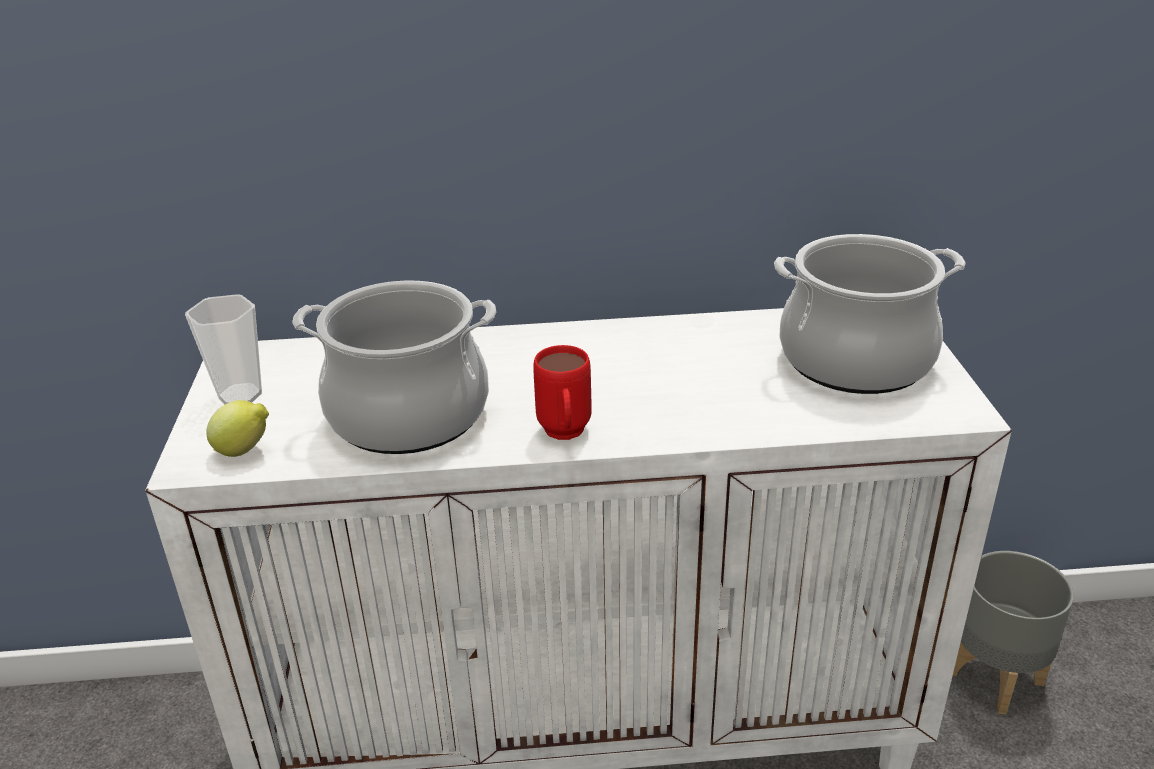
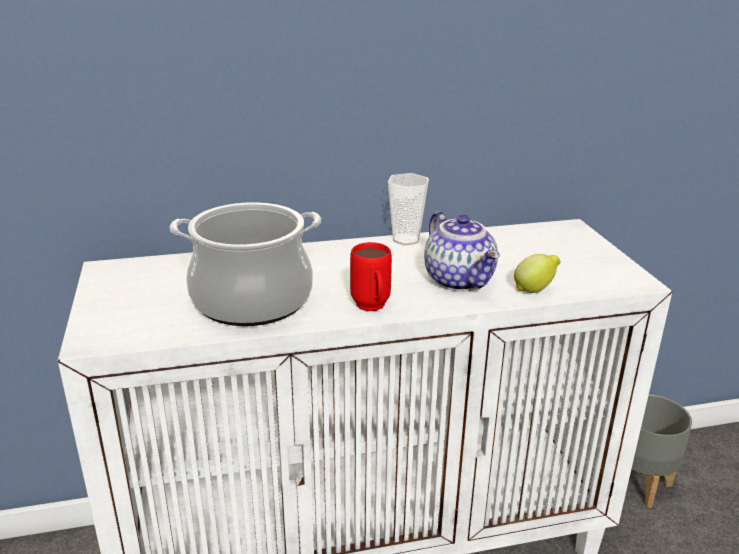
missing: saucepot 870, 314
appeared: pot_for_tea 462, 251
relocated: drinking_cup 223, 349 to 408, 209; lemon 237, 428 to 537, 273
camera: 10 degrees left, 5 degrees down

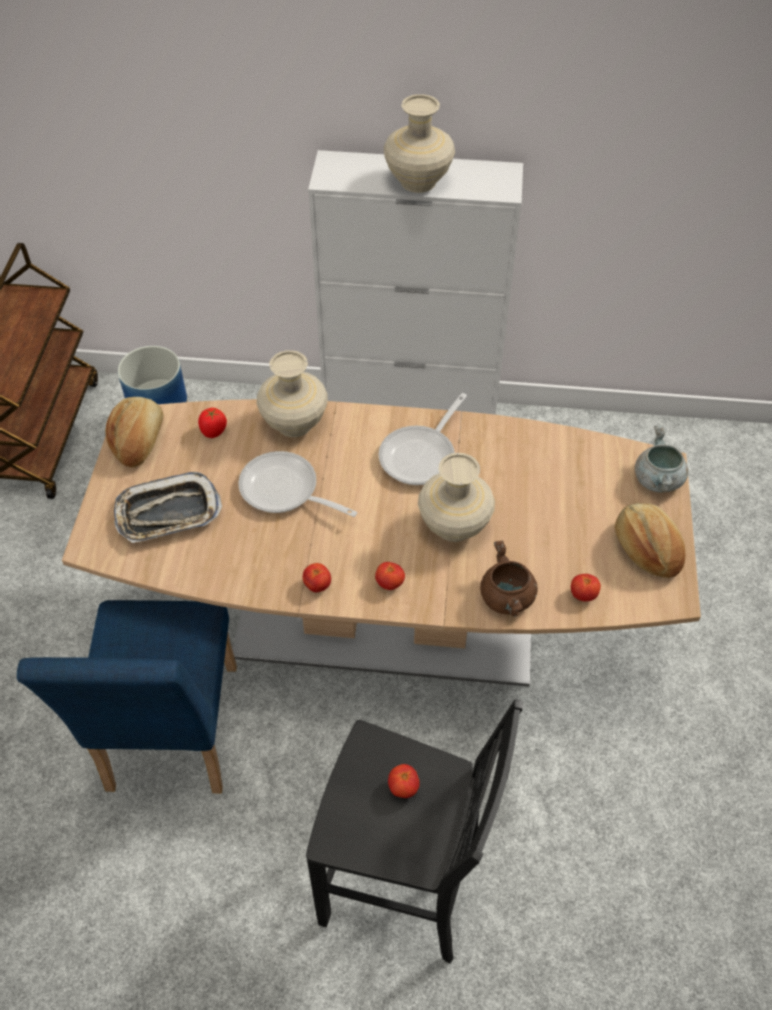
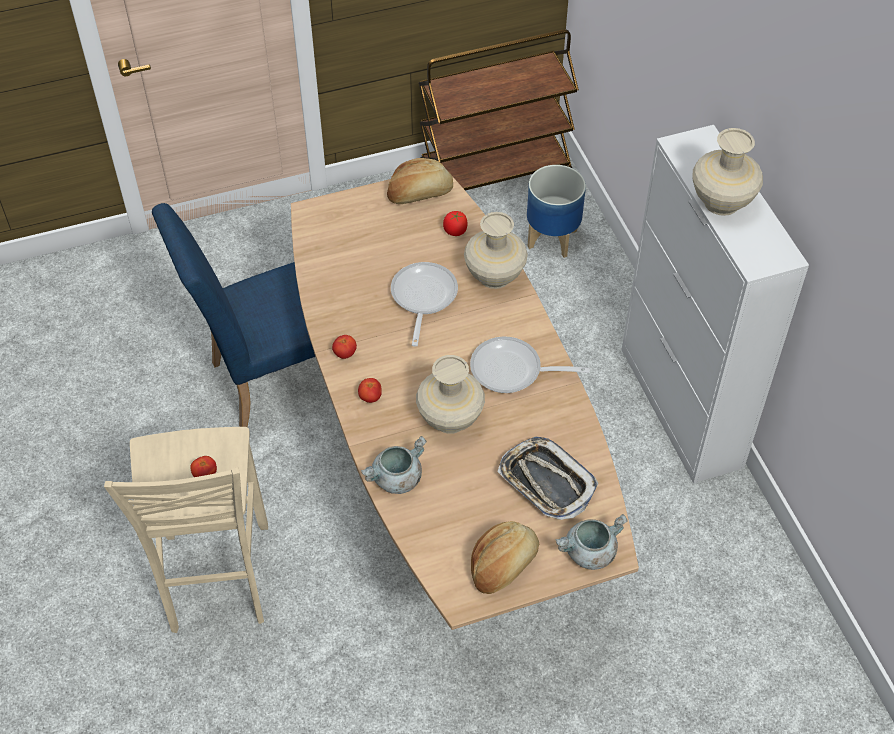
missing: tomato 586, 588
relocated: tray 168, 507 to 548, 478
colour: black-coloured_sitting_stool 414, 832 to beige-coloured_sitting_stool 186, 530; brownish_saucepot 509, 579 to grey_saucepot 394, 465
camera: 65 degrees right, 0 degrees up

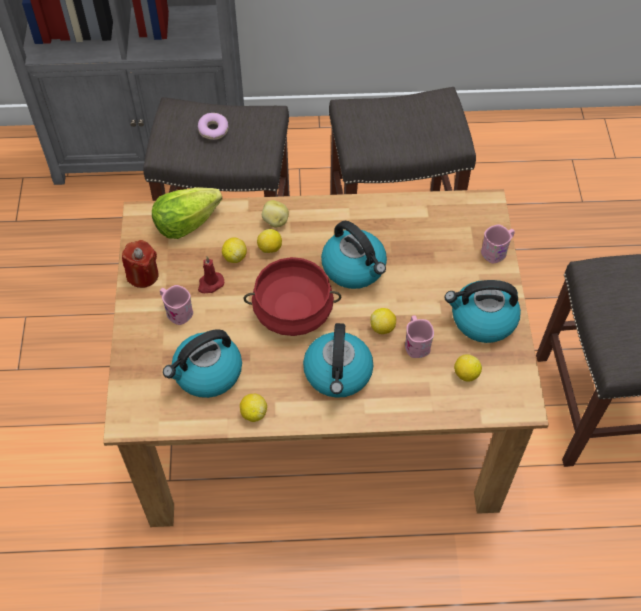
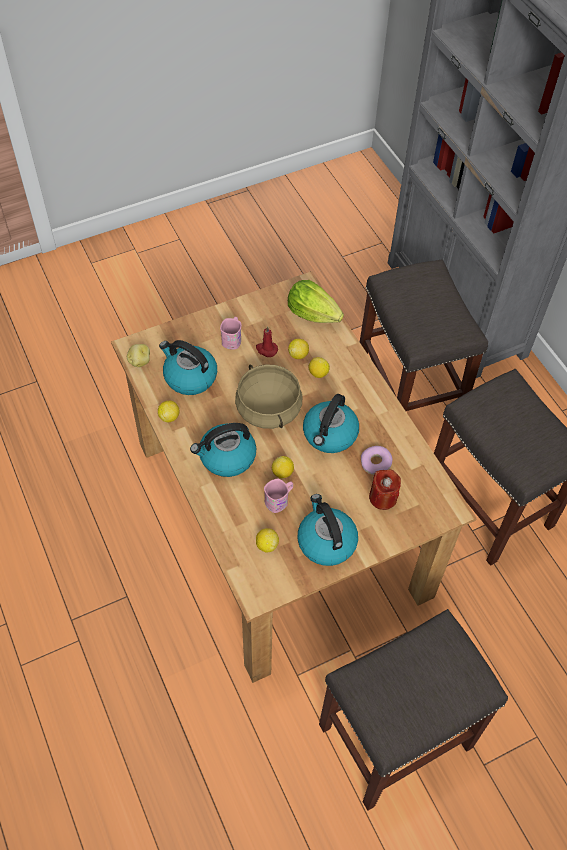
missing: pink-coloured_tea_mug 498, 243
relocated: spud 275, 214 to 138, 355; doughnut 213, 126 to 376, 460; reddish_wax_candle 140, 264 to 385, 489
colour: reddish_saucepot 292, 296 to beige-coloured_saucepot 268, 396
camera: 65 degrees right, 0 degrees up

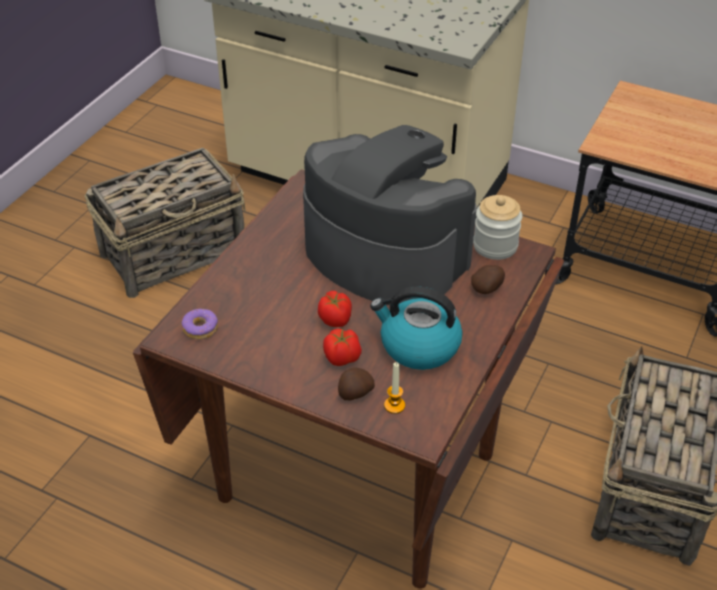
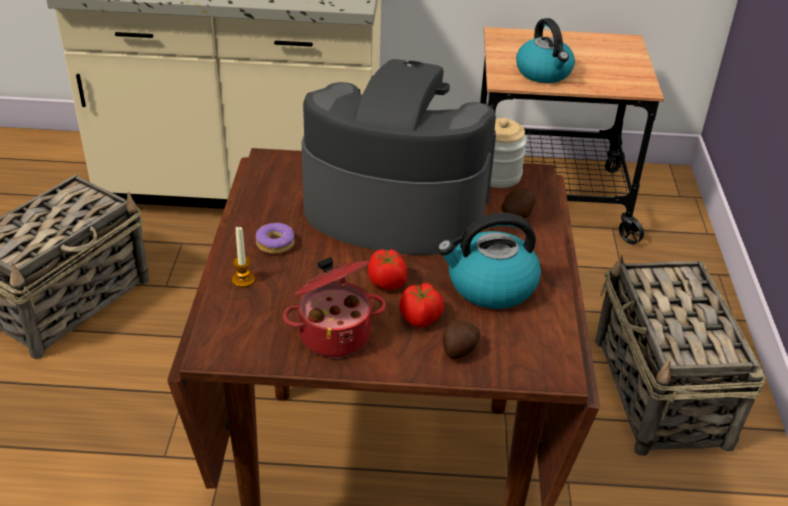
appeared: saucepot 334, 307; tea_kettle 545, 50
relocated: wax_candle 394, 388 to 243, 257; doughnut 200, 324 to 275, 238
camera: 25 degrees left, 5 degrees down

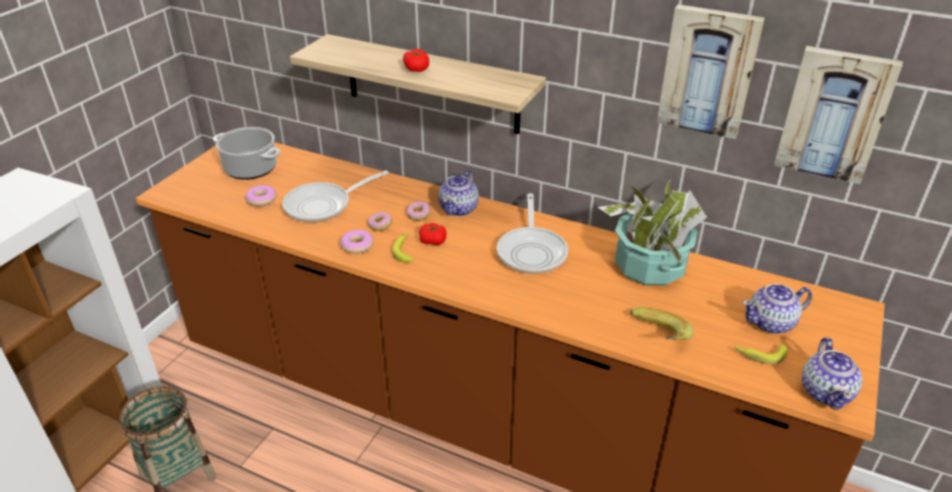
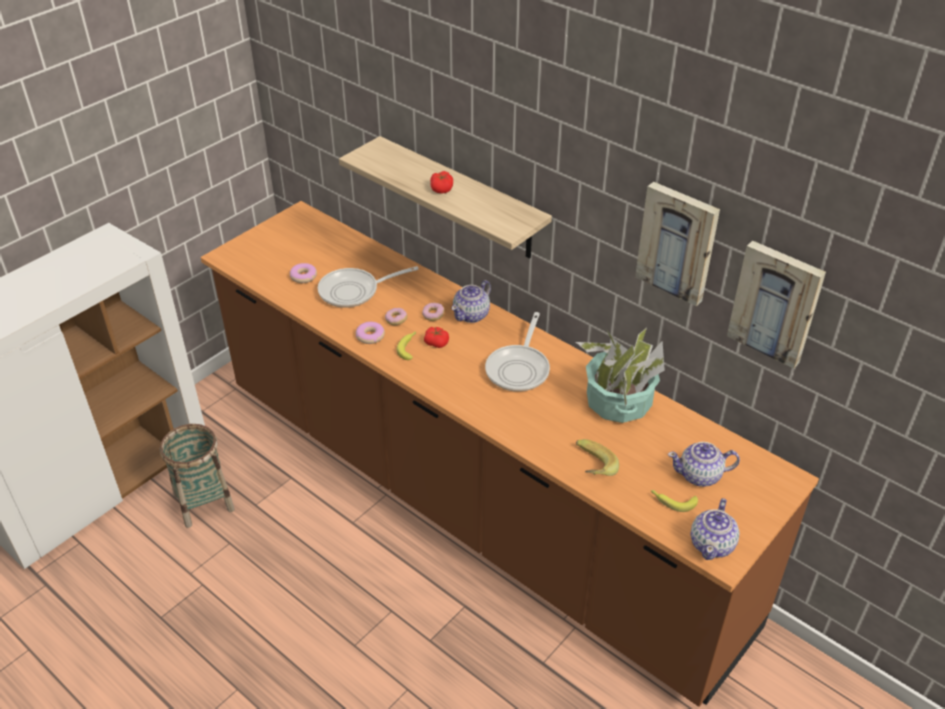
missing: saucepot 247, 153
camera: 15 degrees right, 5 degrees up

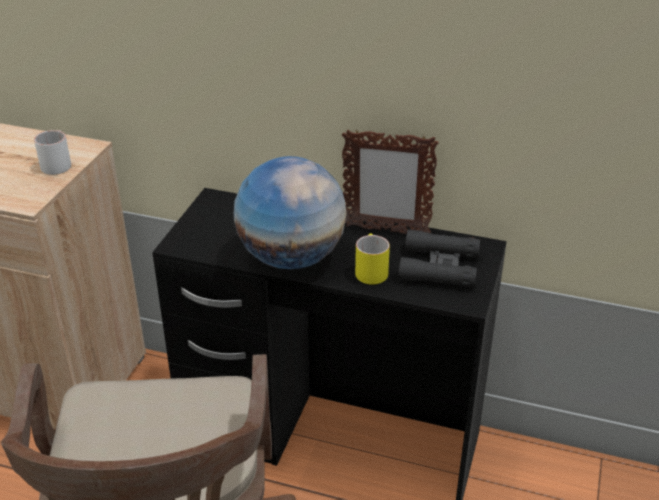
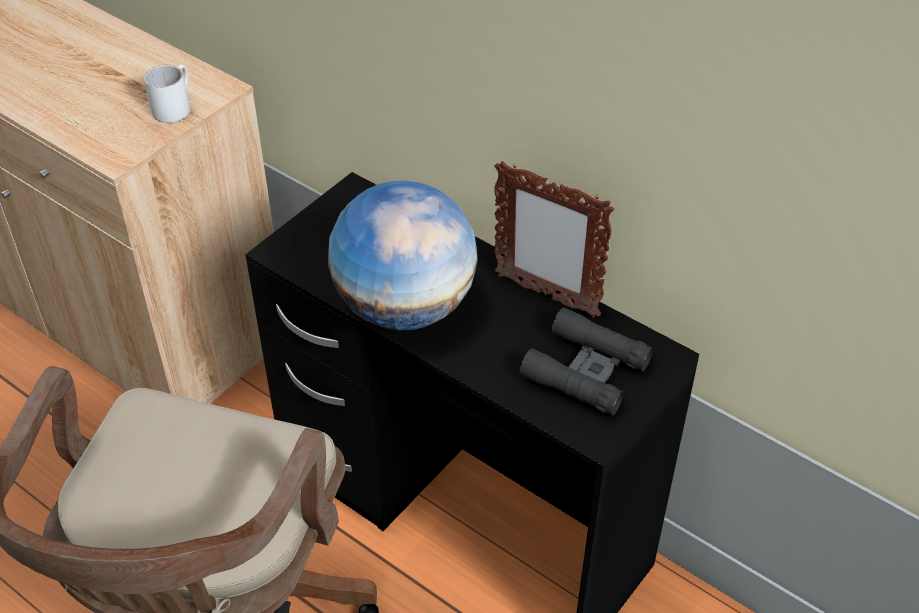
missing: yellowish_tea_mug 372, 259
camera: 20 degrees right, 10 degrees up

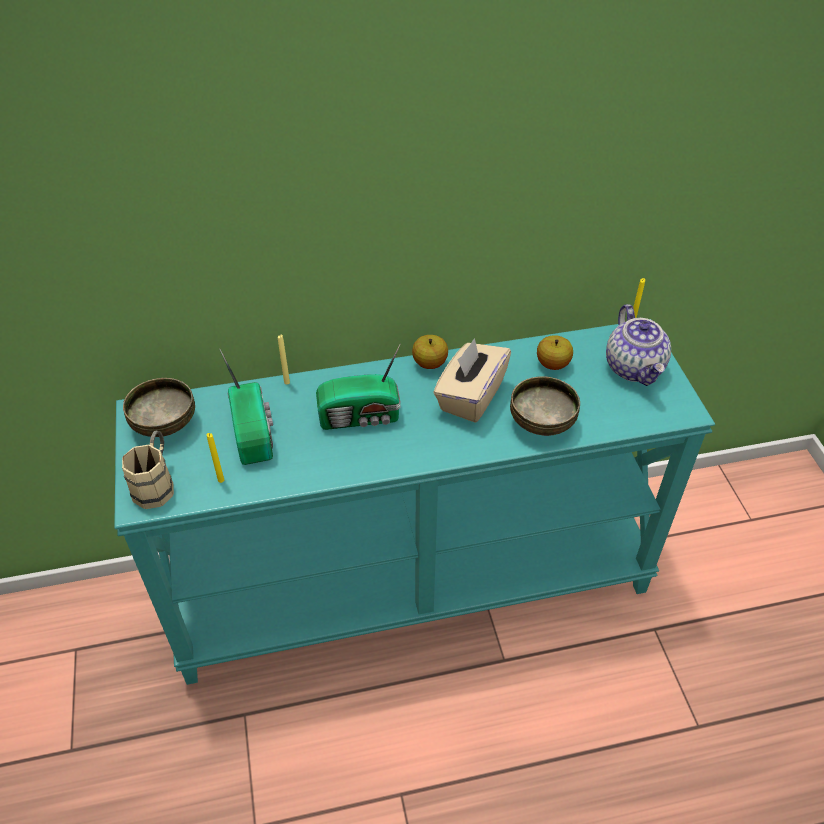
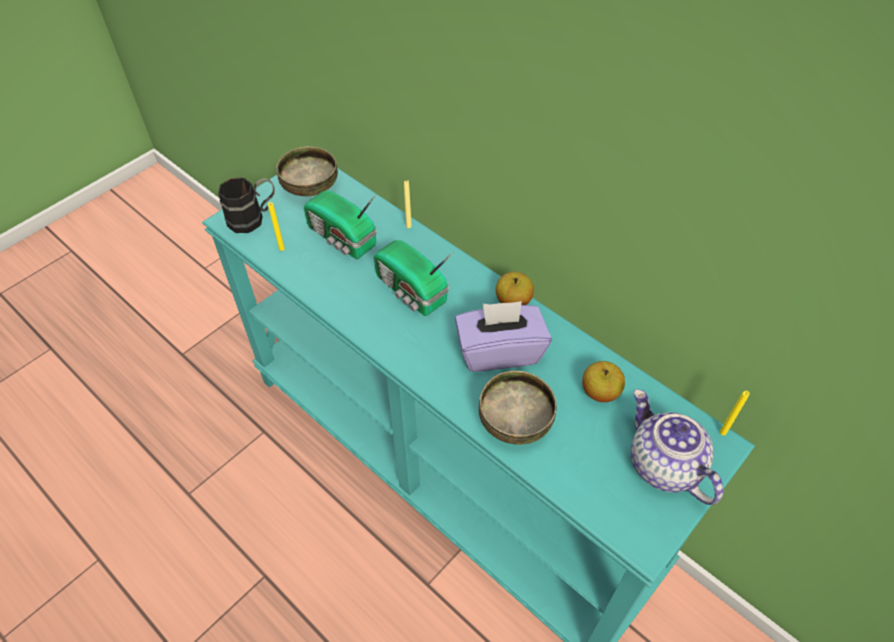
colour: beige-coloured_tea_mug 148, 470 to black-coloured_tea_mug 246, 205; beige-coloured_tissue_box 472, 380 to purple_tissue_box 503, 336
spun: radio_receiver 246, 406 = 340, 224 90 degrees clockwise; pot_for_tea 638, 345 = 677, 447 105 degrees clockwise
camera: 55 degrees right, 5 degrees up

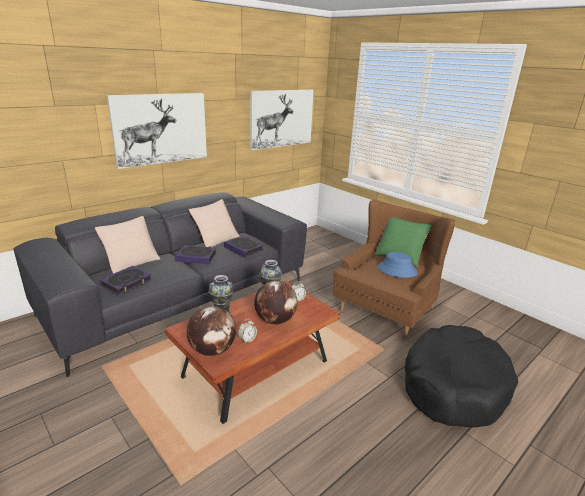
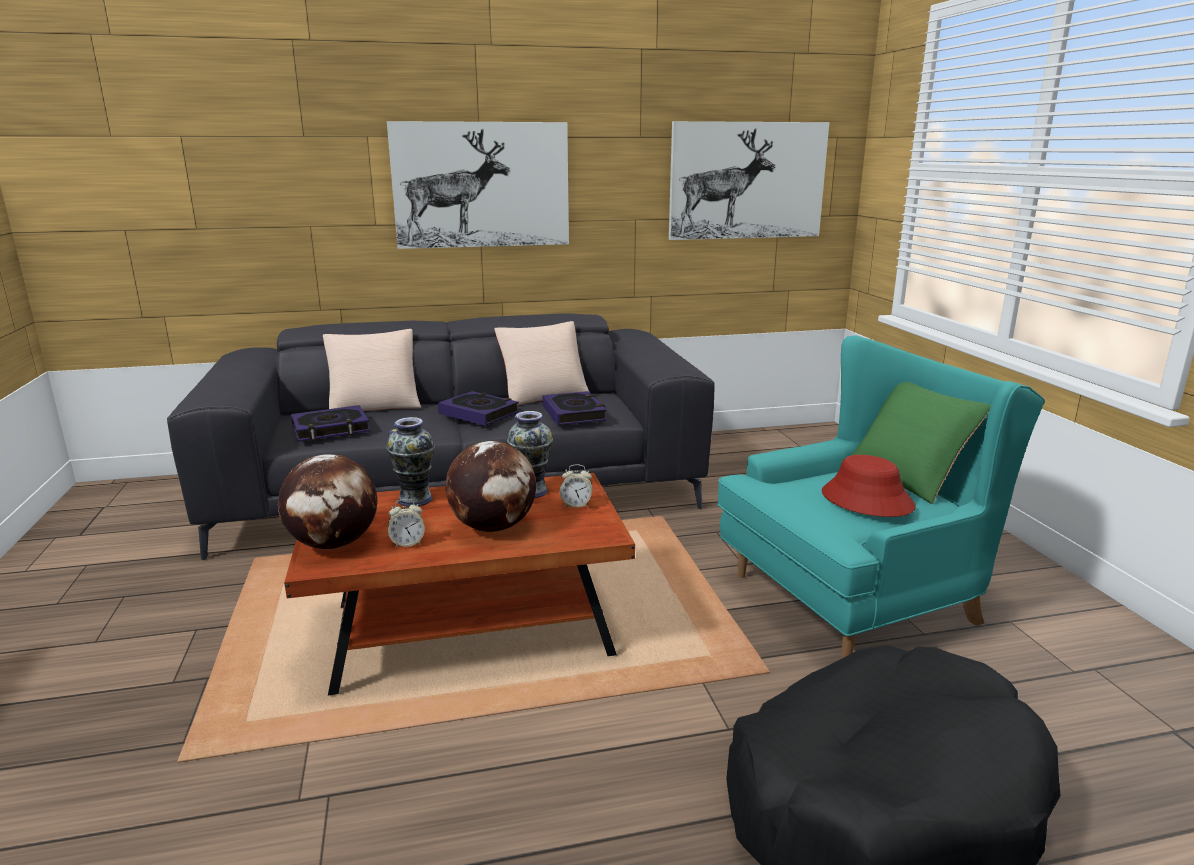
colour: brownish_easy_chair 394, 269 to turquoise-coloured_easy_chair 881, 497; blue_clothing_hat 398, 265 to reddish_clothing_hat 869, 486
camera: 30 degrees right, 5 degrees down

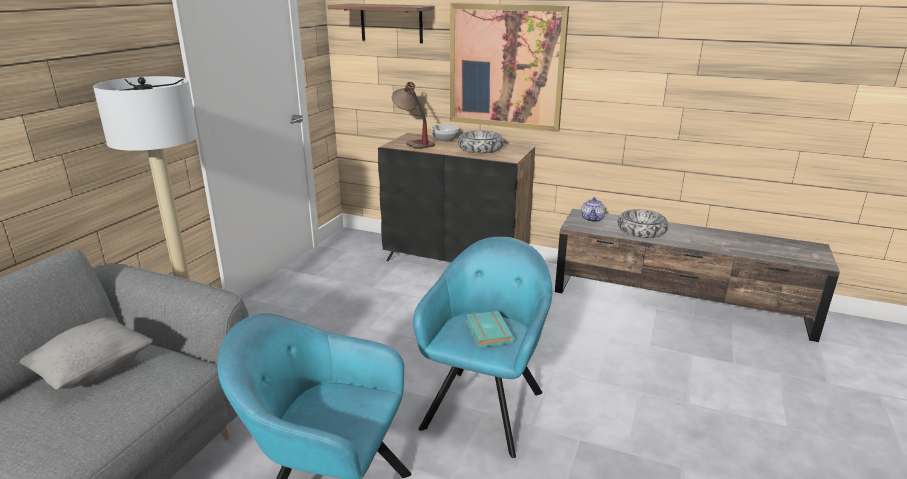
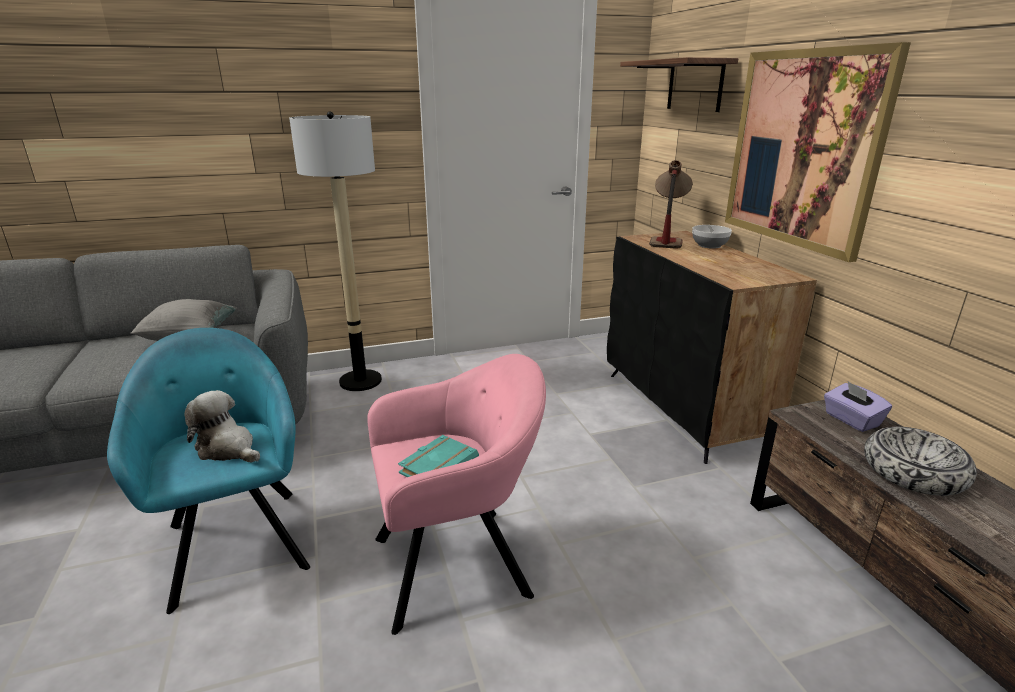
missing: deep_dish 481, 141
appeared: soft_toy 222, 426
exchanged: pot_for_tea 593, 209 to purple_tissue_box 858, 406
colour: turquoise-coloured_easy_chair 482, 347 to pink-coloured_easy_chair 456, 494
camera: 50 degrees right, 0 degrees up

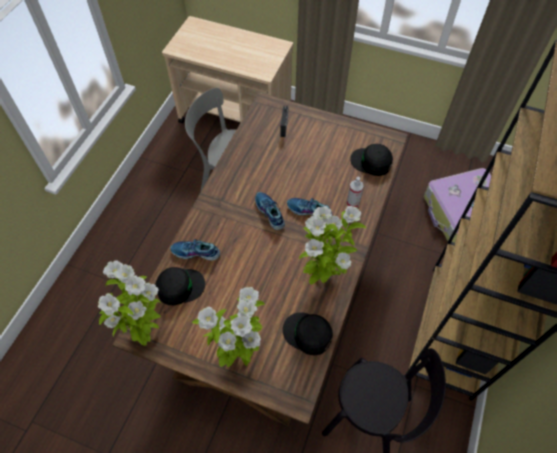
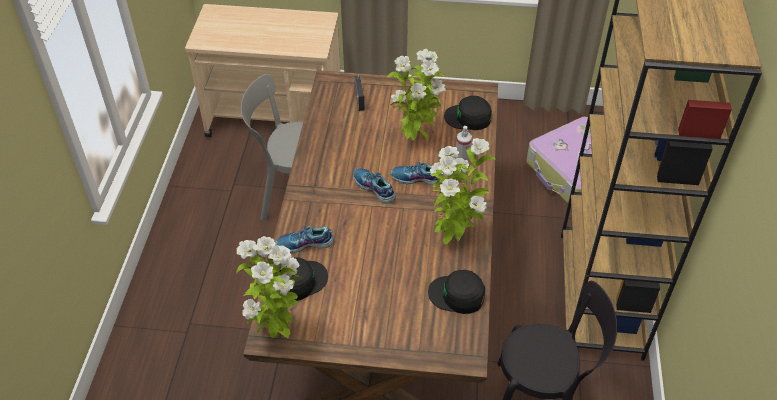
relocated: houseplant 228, 327 to 416, 95
camera: 15 degrees left, 10 degrees down

